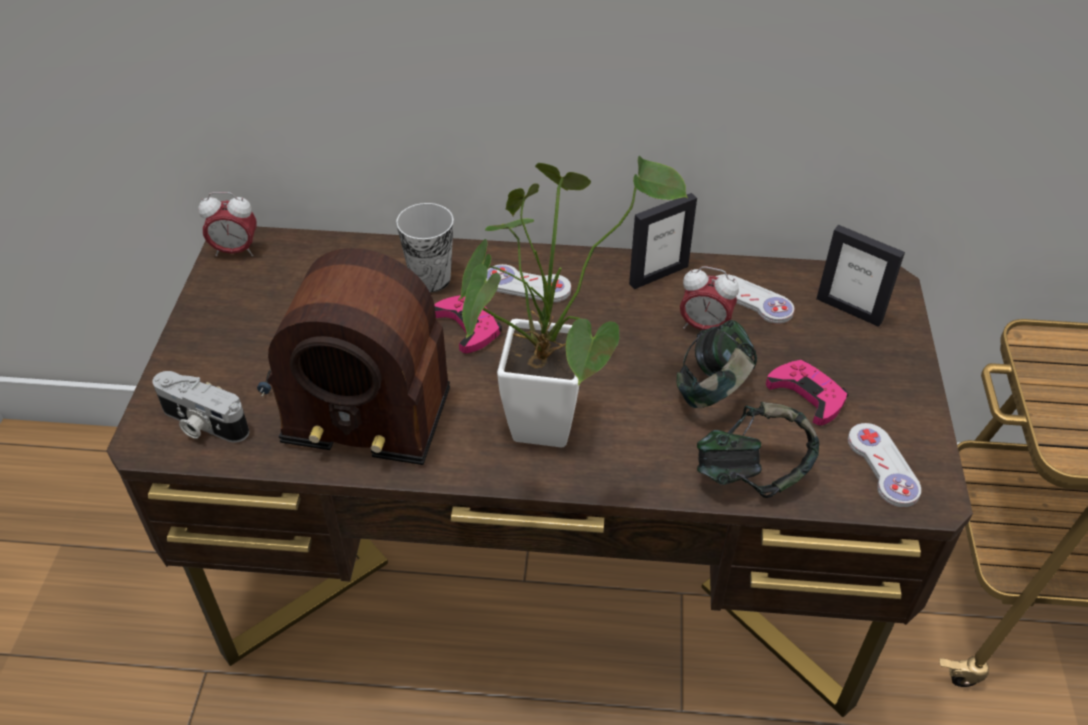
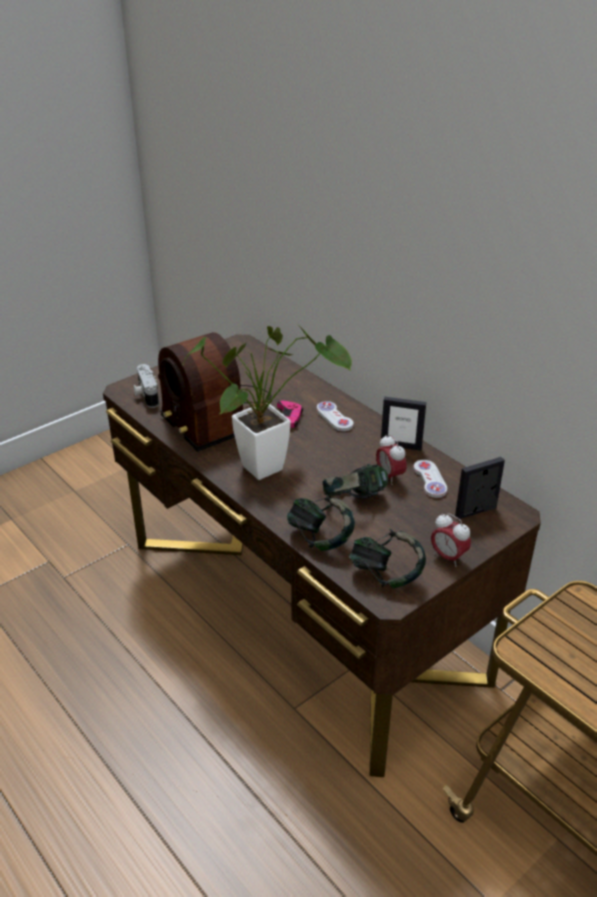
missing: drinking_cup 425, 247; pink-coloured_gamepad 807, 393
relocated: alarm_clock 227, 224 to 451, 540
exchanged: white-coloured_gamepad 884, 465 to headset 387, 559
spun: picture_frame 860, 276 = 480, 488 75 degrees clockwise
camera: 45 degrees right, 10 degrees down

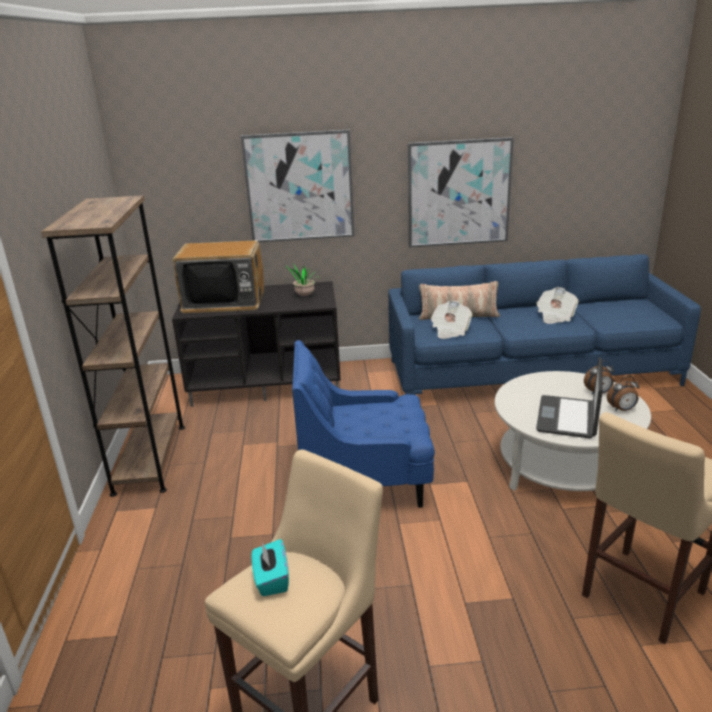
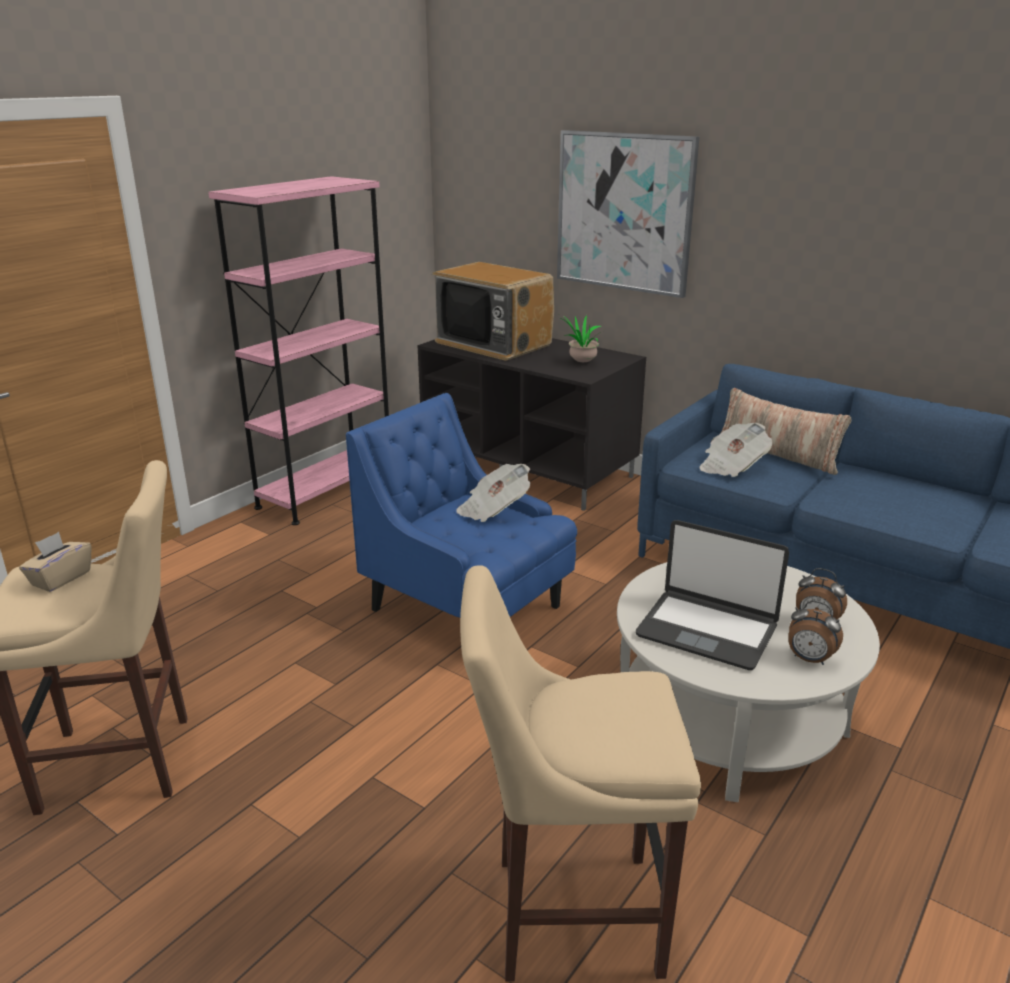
missing: wall_picture 461, 192
relocated: newspaper 557, 305 to 493, 493
colour: turquoise-coloured_tissue_box 270, 567 to beige-coloured_tissue_box 55, 562; brownish_bookcase 113, 346 to pink-coloured_bookcase 298, 350
spun: portable_computer 569, 397 = 712, 595 120 degrees counterclockwise
camera: 40 degrees right, 0 degrees up

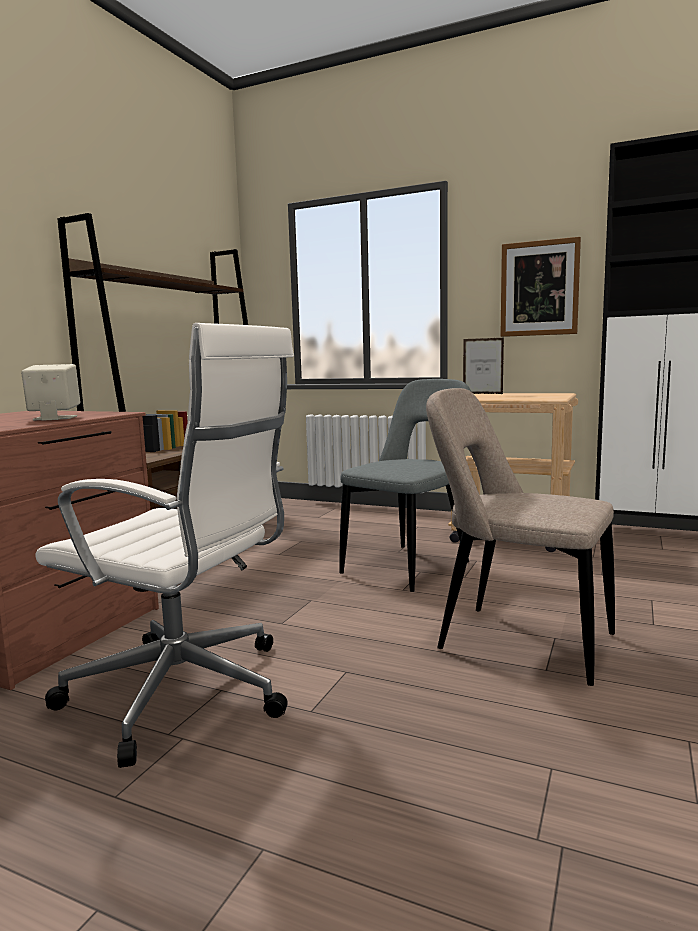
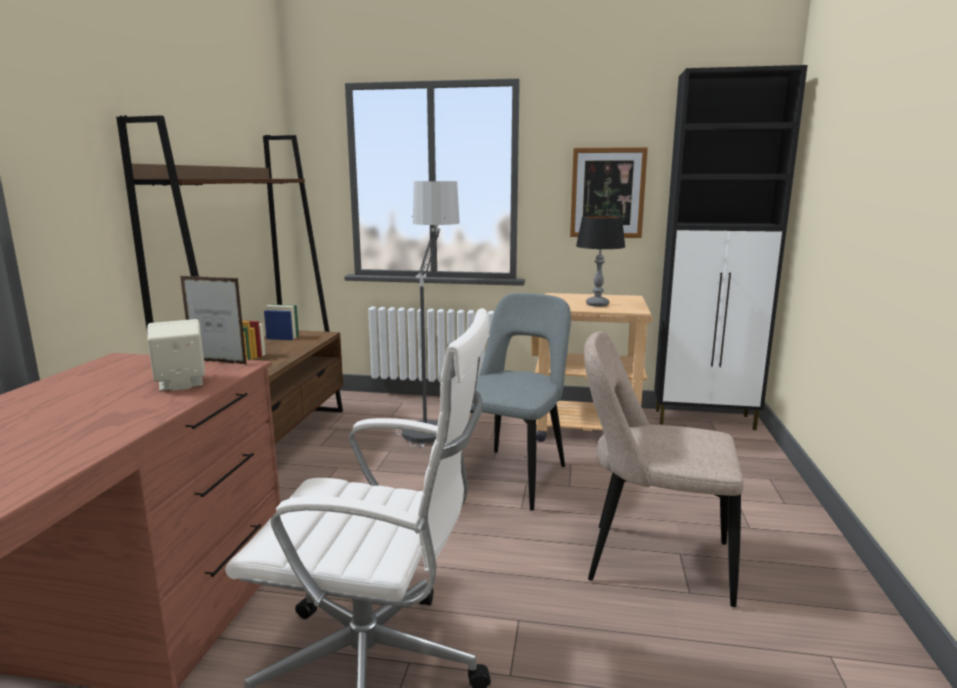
appeared: floor_lamp 428, 314; lamp_for_a_table 600, 261
relocated: picture_frame 483, 366 to 213, 320
camera: 15 degrees left, 5 degrees up

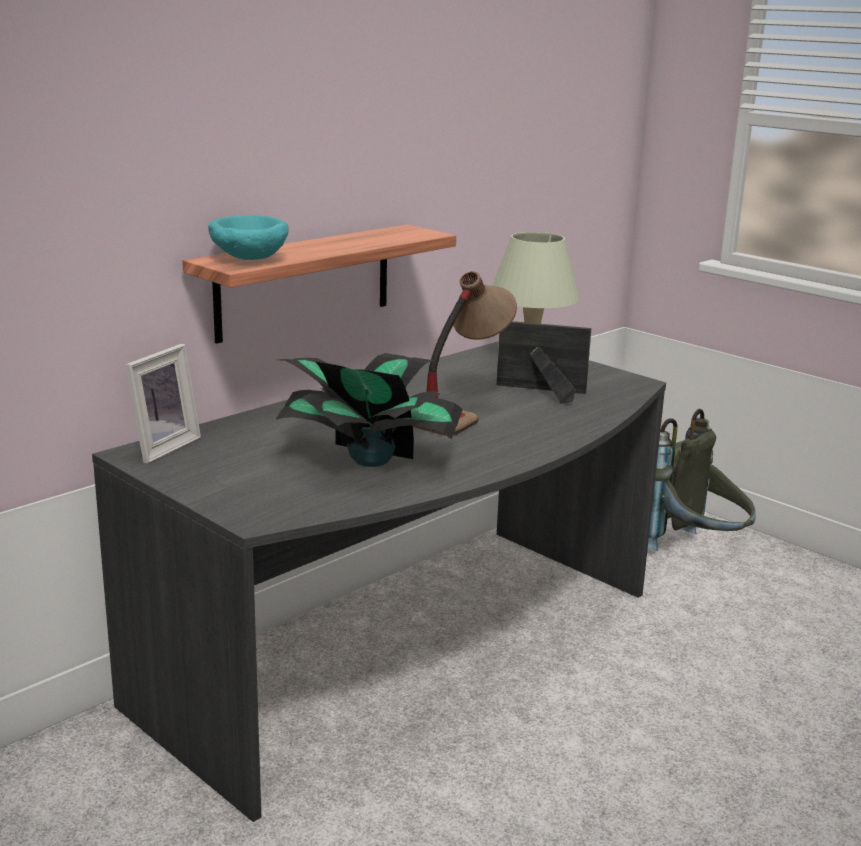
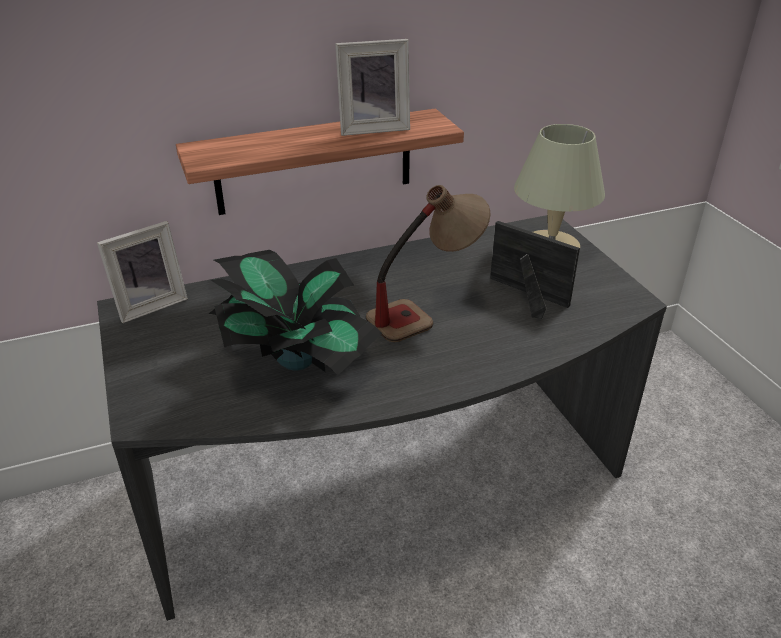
missing: turquoise-coloured_deep_dish 248, 237; grey_backpack 702, 480
appeared: picture_frame 372, 87
camera: 25 degrees right, 15 degrees up

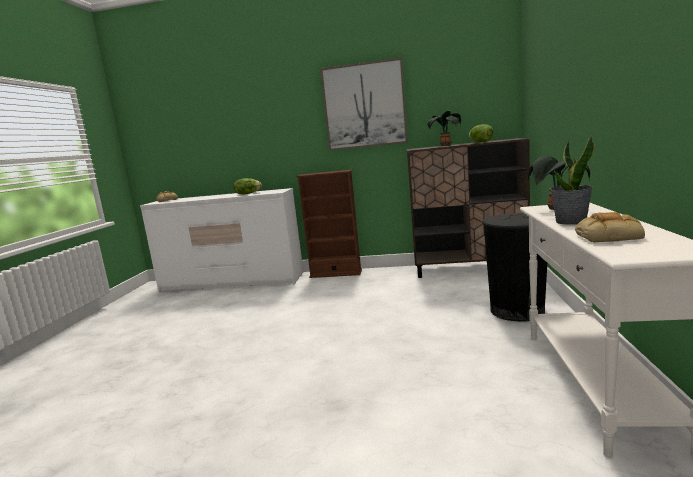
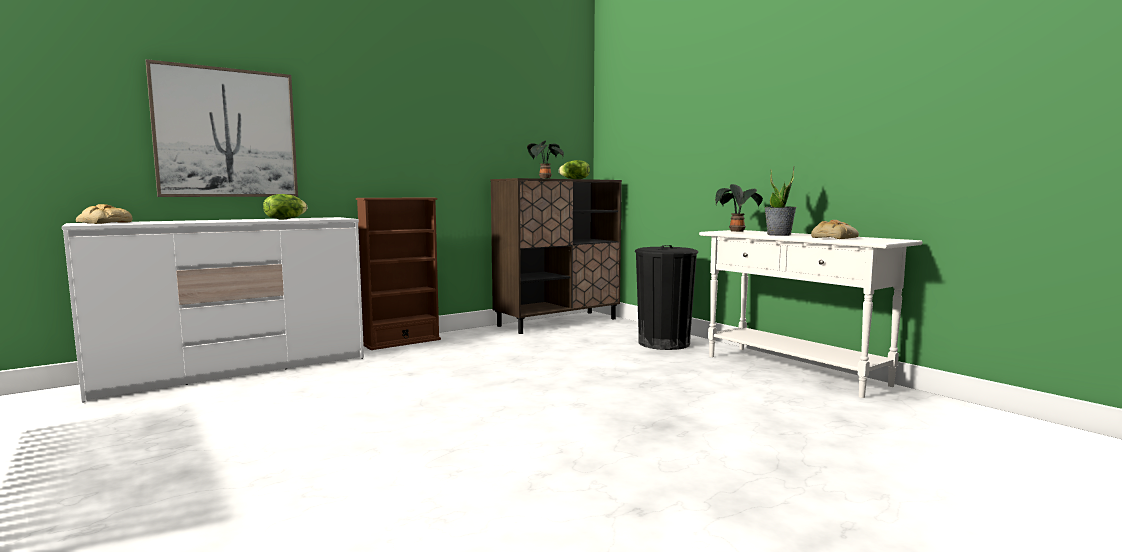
relocated: wall_picture 364, 104 to 222, 128
camera: 45 degrees left, 5 degrees down

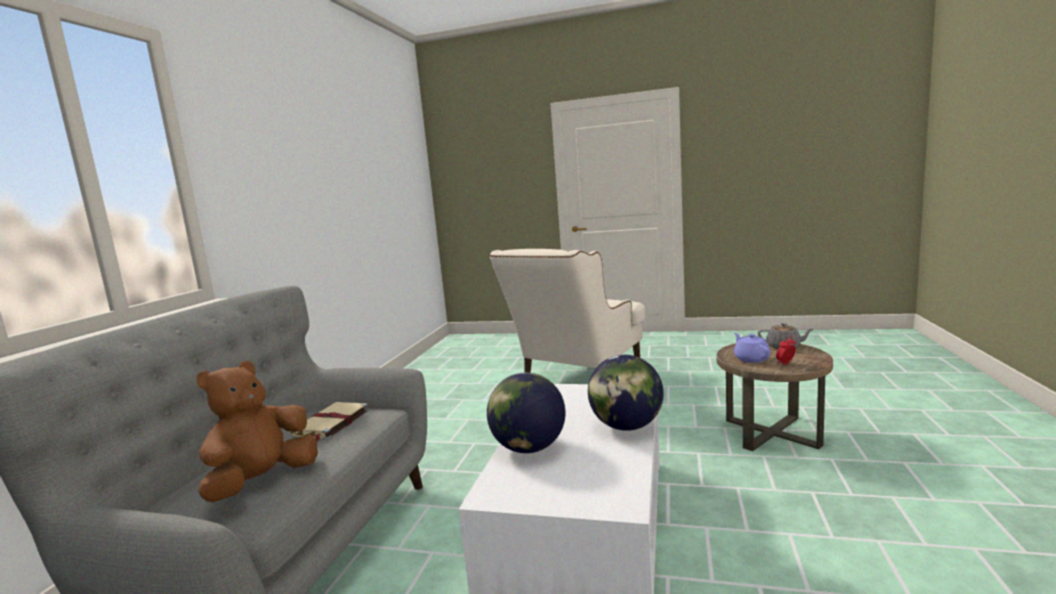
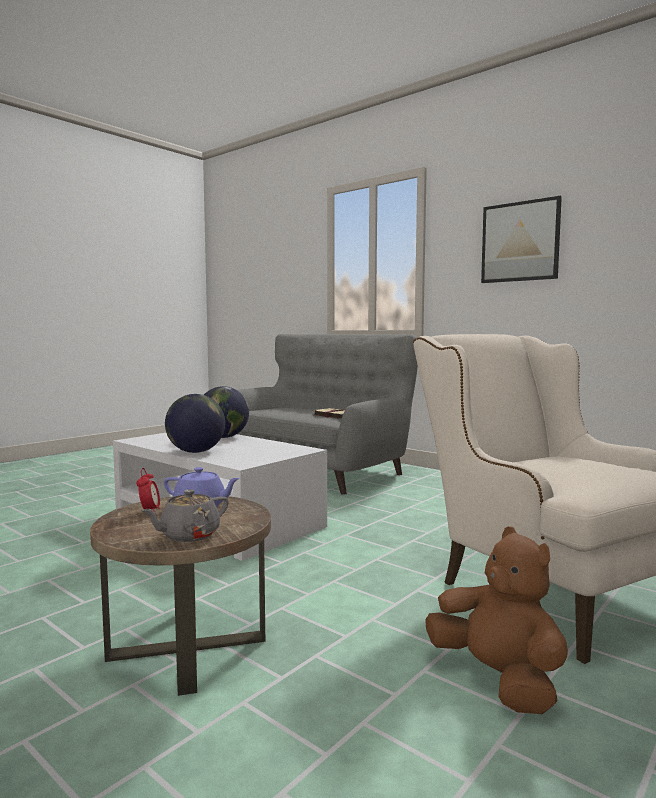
appeared: wall_picture 521, 239
relocated: brownish_soft_toy 257, 431 to 496, 620
camera: 115 degrees right, 5 degrees down

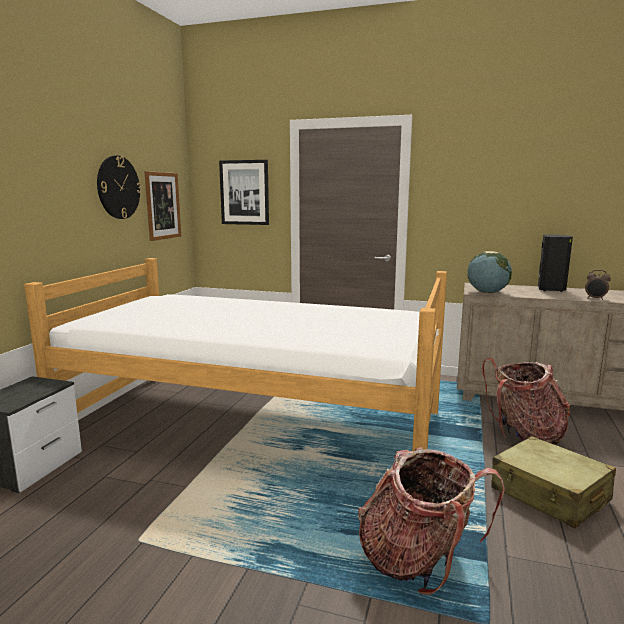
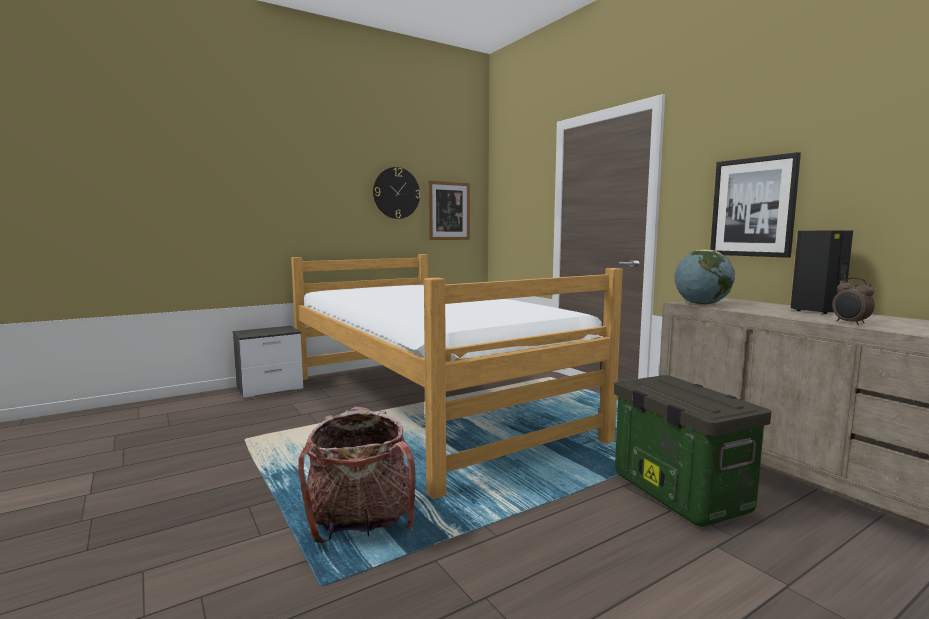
missing: beige-coloured_travel_case 554, 482
relocated: wall_picture 244, 192 to 755, 205
exchanged: backpack 526, 401 to storage_bin 692, 451
camera: 40 degrees right, 5 degrees down

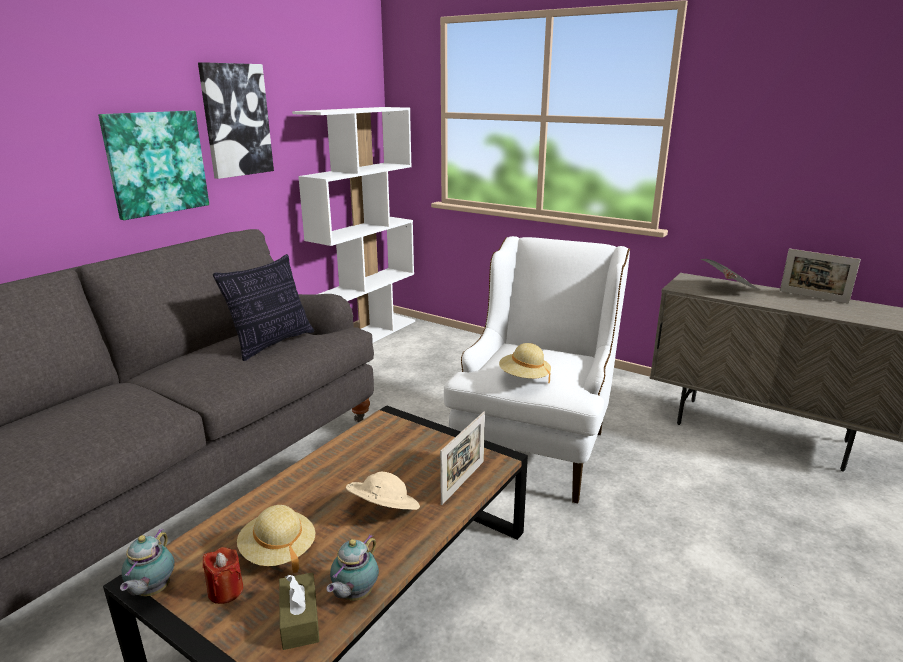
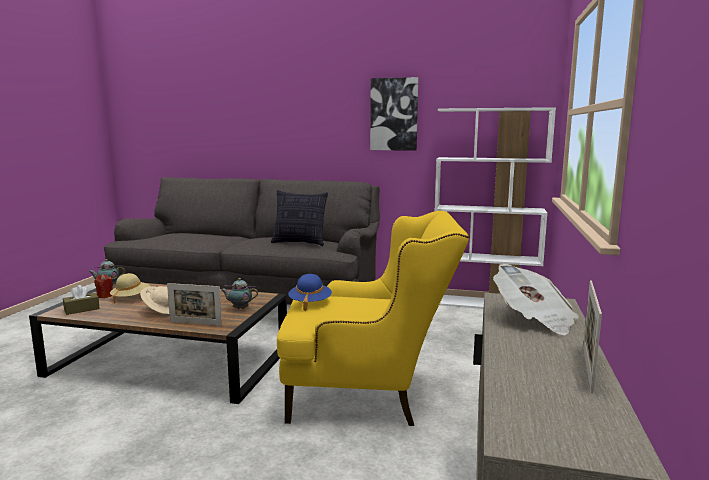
missing: wall_picture 153, 165
relocated: pot_for_tea 353, 567 to 239, 293
colour: white-coloured_easy_chair 537, 370 to yellowish_easy_chair 373, 318; beige-coloured_clothing_hat 525, 363 to blue_clothing_hat 310, 292
camera: 70 degrees right, 10 degrees down

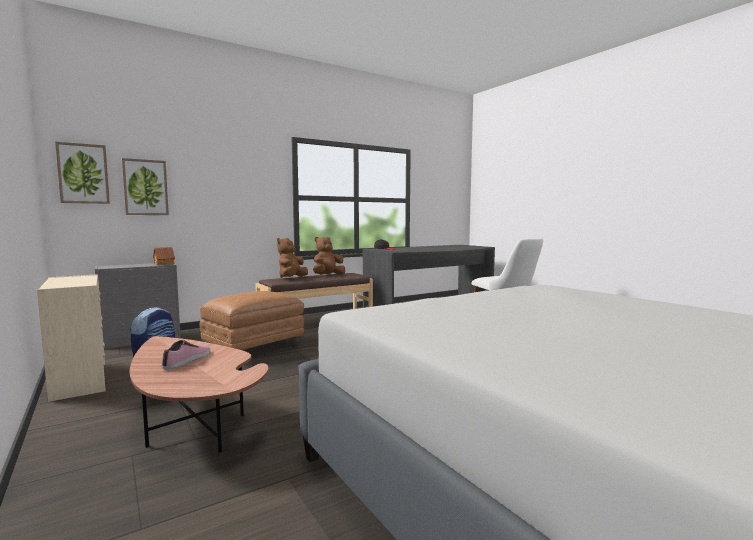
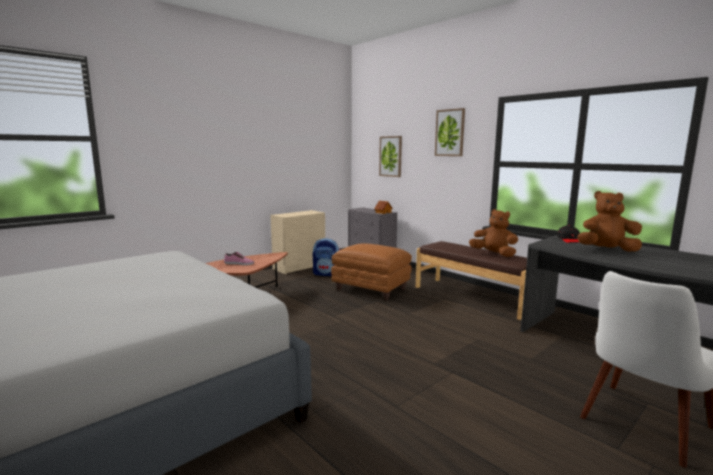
relocated: wall_picture 82, 173 to 450, 132; brownish_soft_toy 292, 258 to 609, 221
camera: 80 degrees right, 5 degrees up

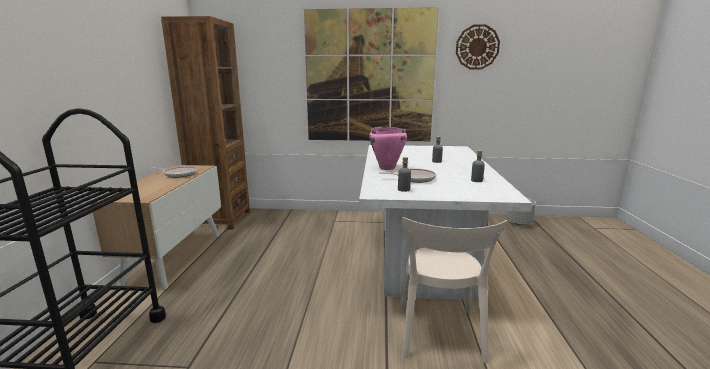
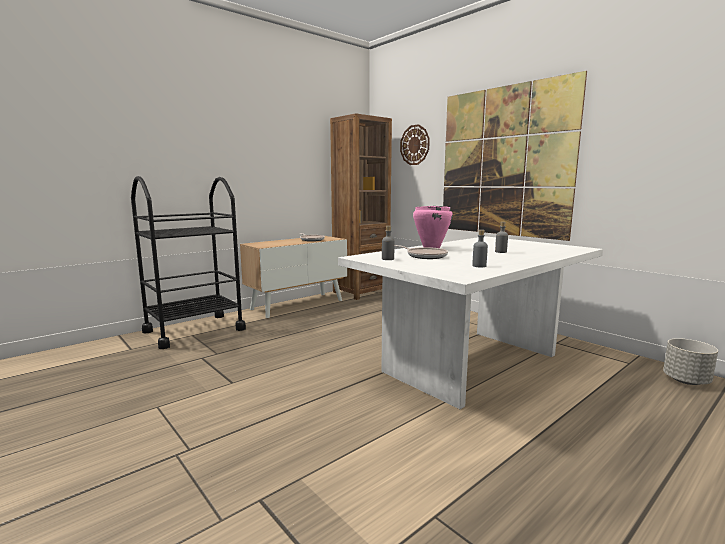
missing: beige-coloured_upright_chair 453, 290
relocated: hanging_clock 478, 47 to 415, 144
camera: 45 degrees right, 5 degrees down

